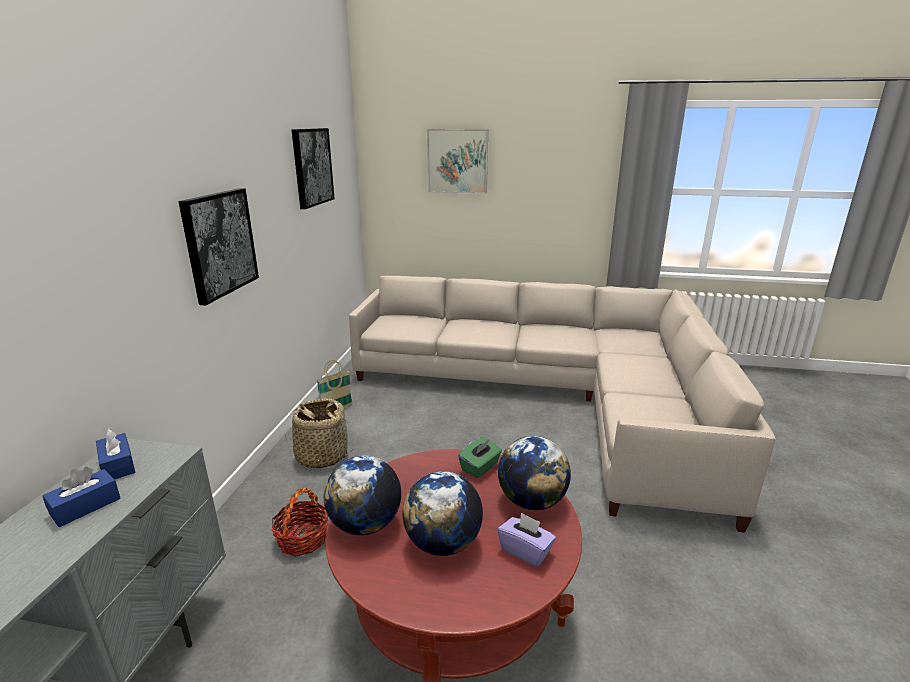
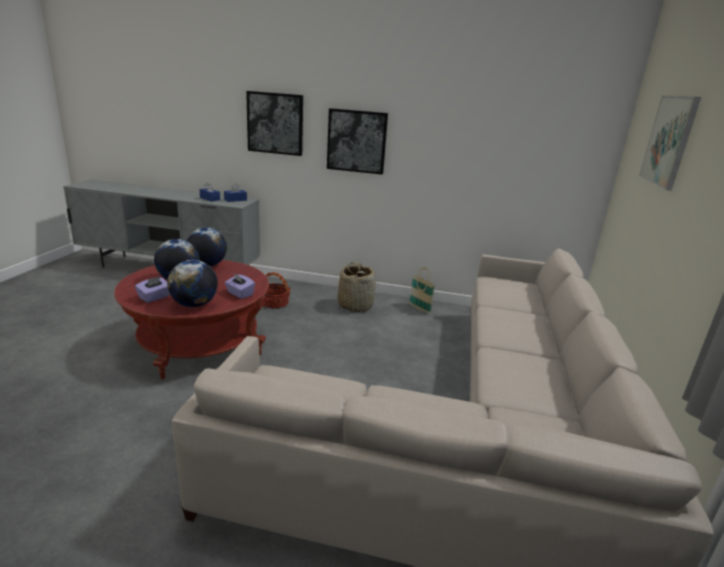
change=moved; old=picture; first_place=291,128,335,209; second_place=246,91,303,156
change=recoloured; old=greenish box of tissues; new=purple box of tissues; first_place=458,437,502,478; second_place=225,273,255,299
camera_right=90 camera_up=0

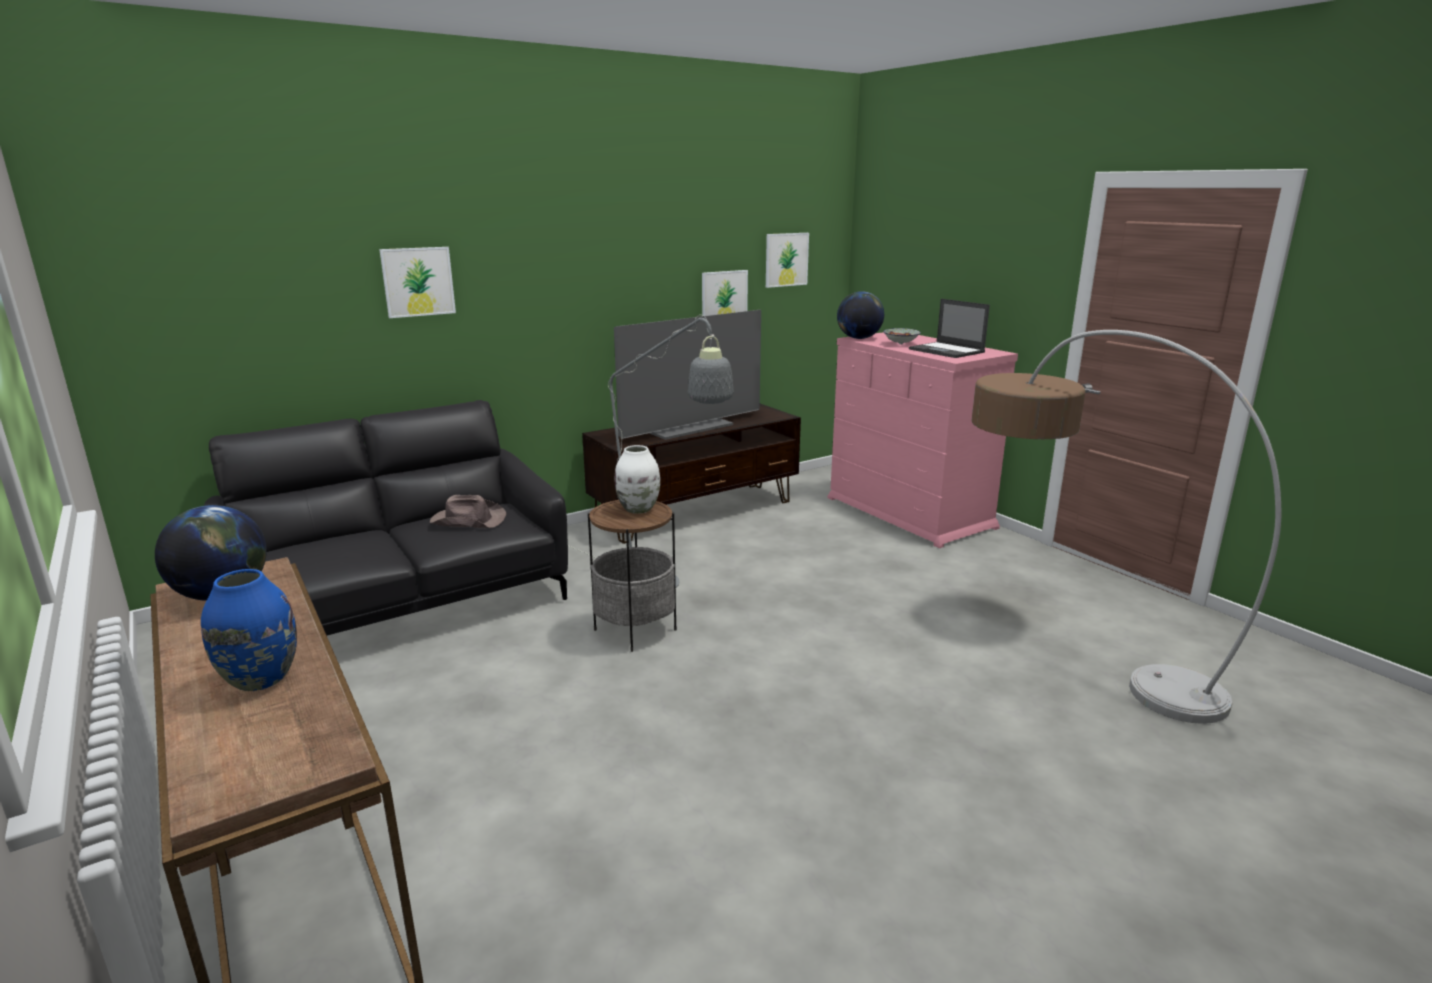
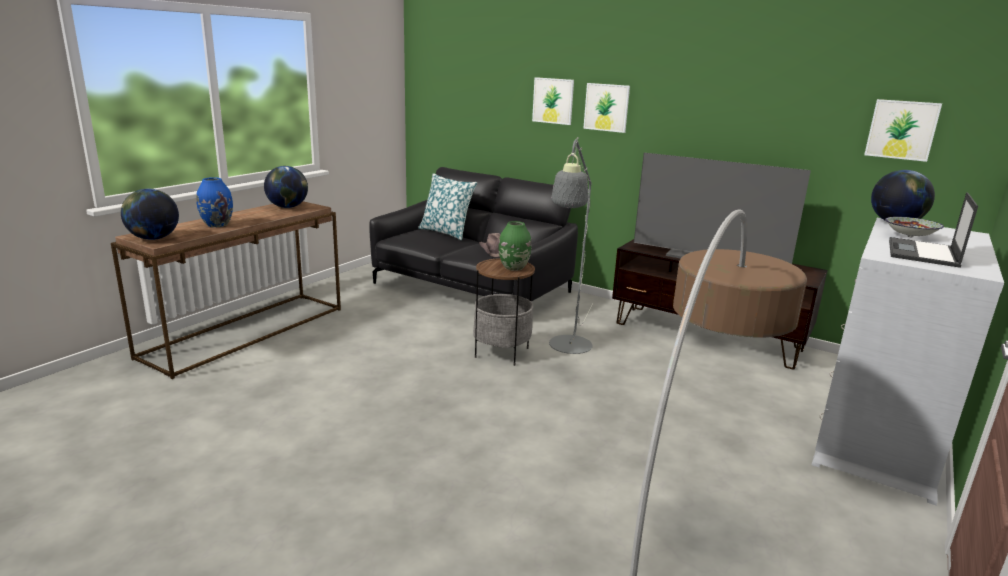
change=recoloured; old=white vase; new=greenish vase; first_place=615,445,660,514; second_place=499,221,532,271
change=moved; old=picture; first_place=702,270,748,316; second_place=583,83,630,133
change=recoloured; old=pink-coloured dresser; new=white dresser; first_place=828,332,1018,548; second_place=812,218,1004,505
change=added; new=world globe; second_place=121,189,179,240
change=added; new=cushion; second_place=418,173,477,240
camera_right=65 camera_up=0

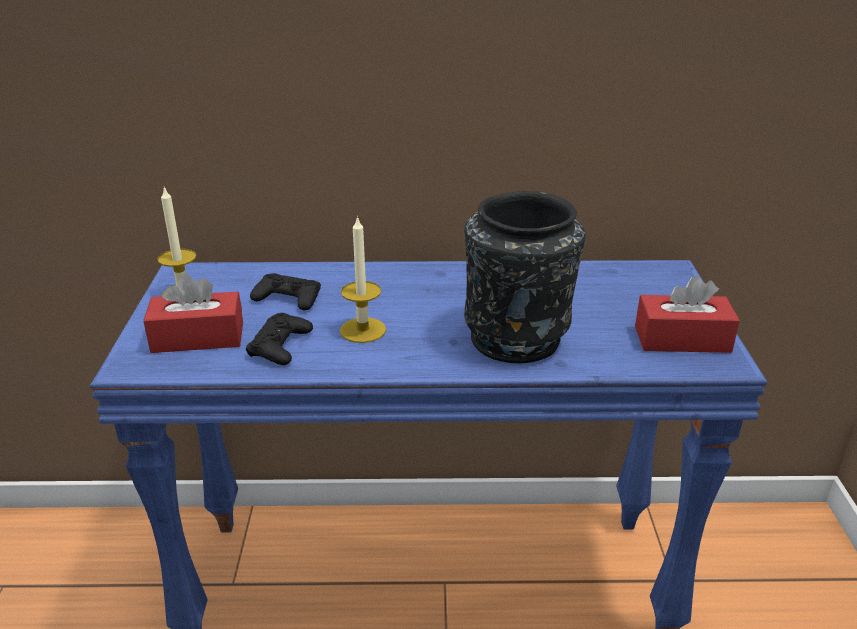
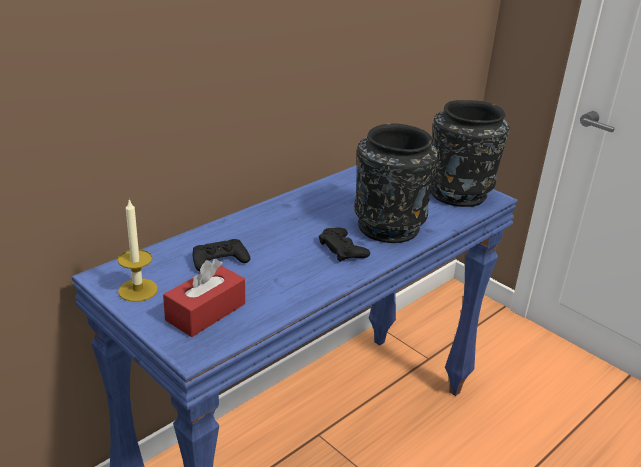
change=moved; old=blackish game controller; first_place=246,313,313,365; second_place=319,227,370,262
change=removed; old=candle; first_place=340,216,386,343
change=replaced; old=red-coloured box of tissues; new=blackish vase; first_place=635,275,740,353; second_place=431,100,510,207
camera_right=-45 camera_up=0

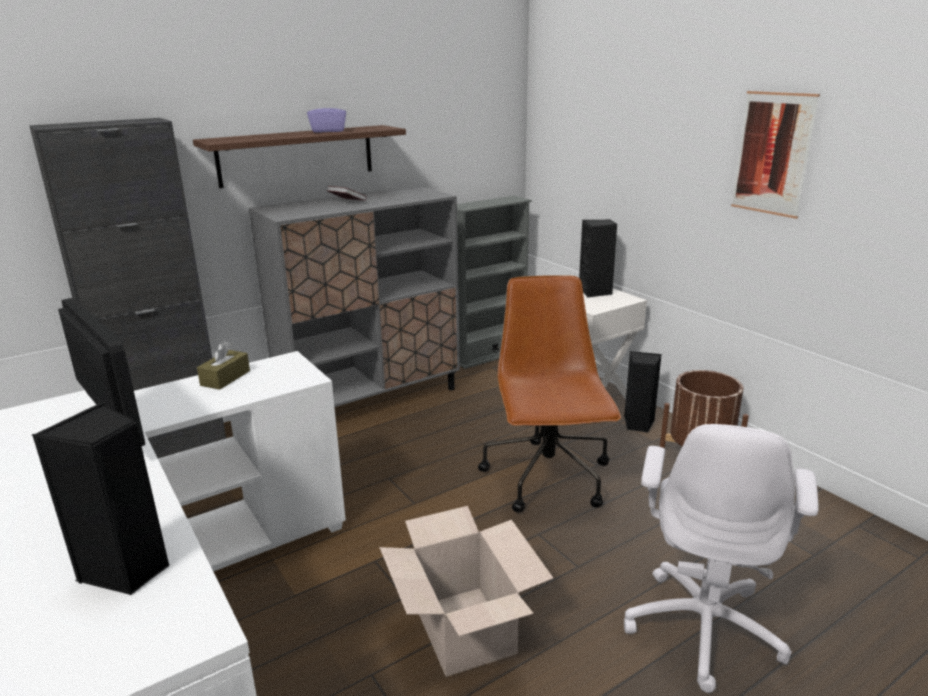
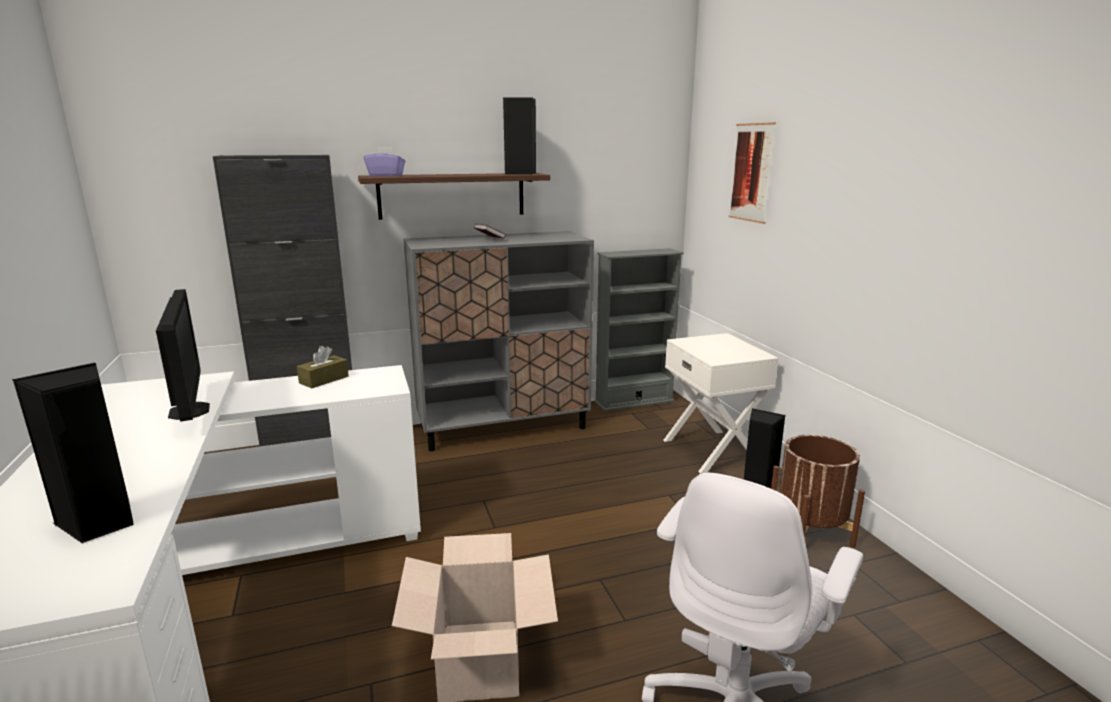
change=moved; old=purple box of tissues; first_place=307,100,346,133; second_place=364,146,405,176
change=removed; old=brownish desk chair; first_place=478,275,621,513
change=moved; old=blackish speaker; first_place=579,220,617,298; second_place=503,97,536,174
change=moved; old=picture; first_place=731,91,820,219; second_place=729,122,776,224
camera_right=15 camera_up=-5

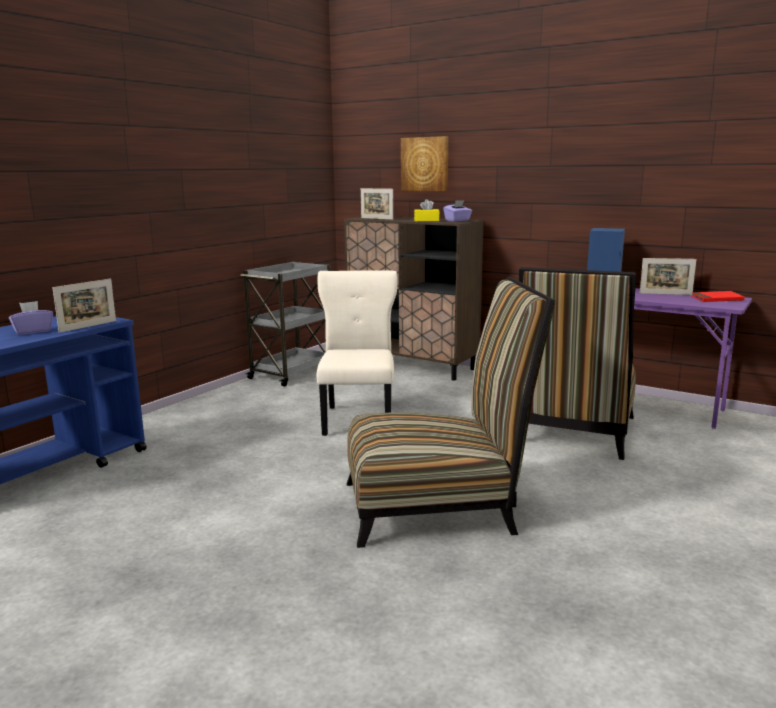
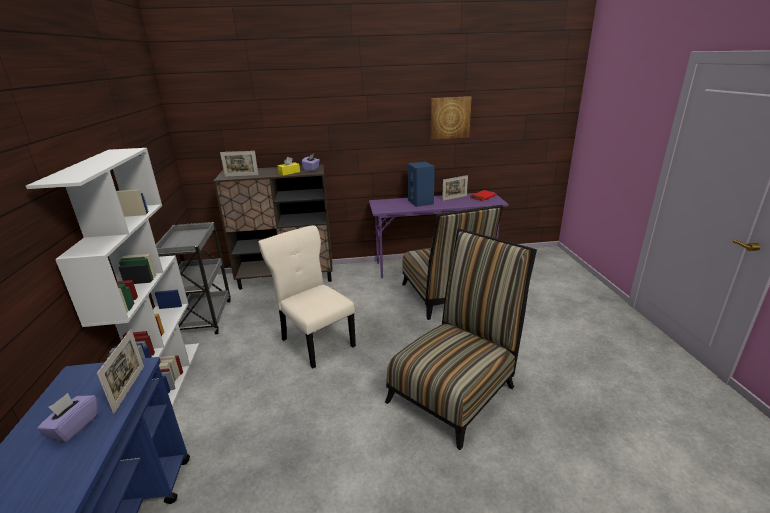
change=moved; old=picture; first_place=401,136,448,191; second_place=431,96,471,140
change=added; new=white shelving unit; second_place=26,148,199,407
camera_right=-40 camera_up=10

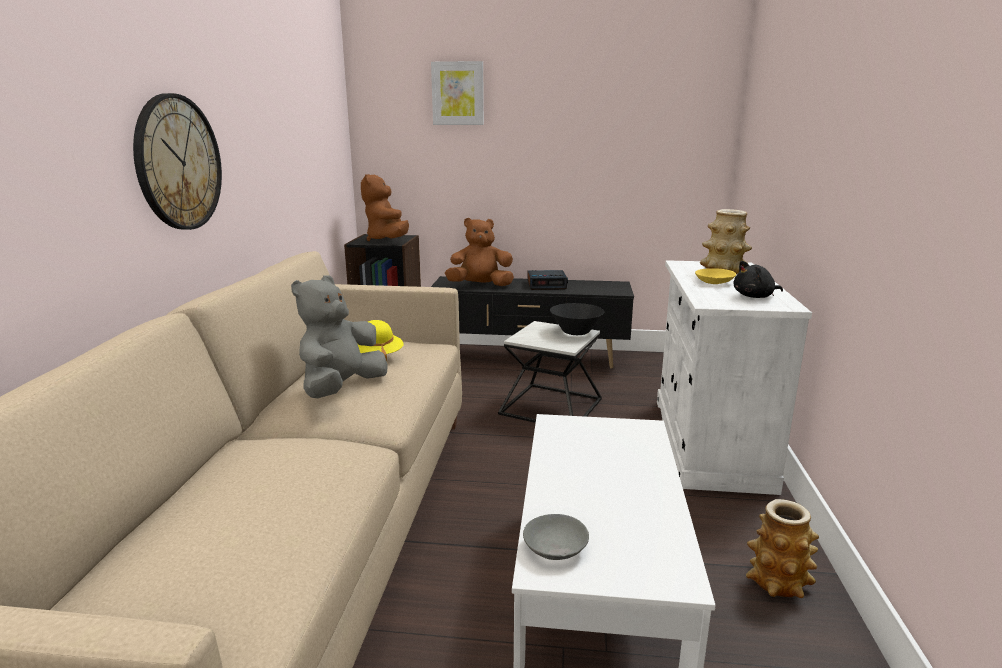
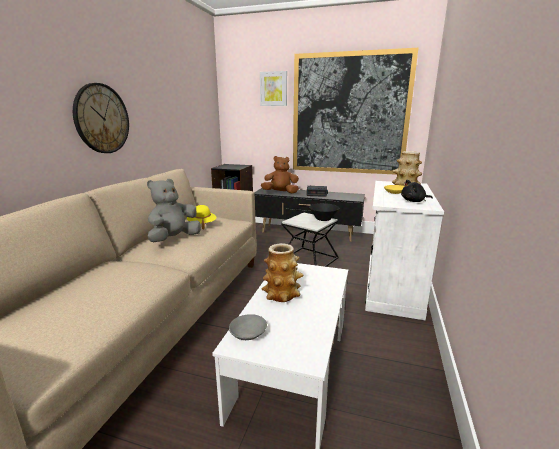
change=removed; old=brownish cuddly toy; first_place=361,174,409,241
change=moved; old=vase; first_place=746,499,819,598; second_place=262,243,304,302
change=added; new=picture; second_place=293,48,418,175
camera_right=10 camera_up=0

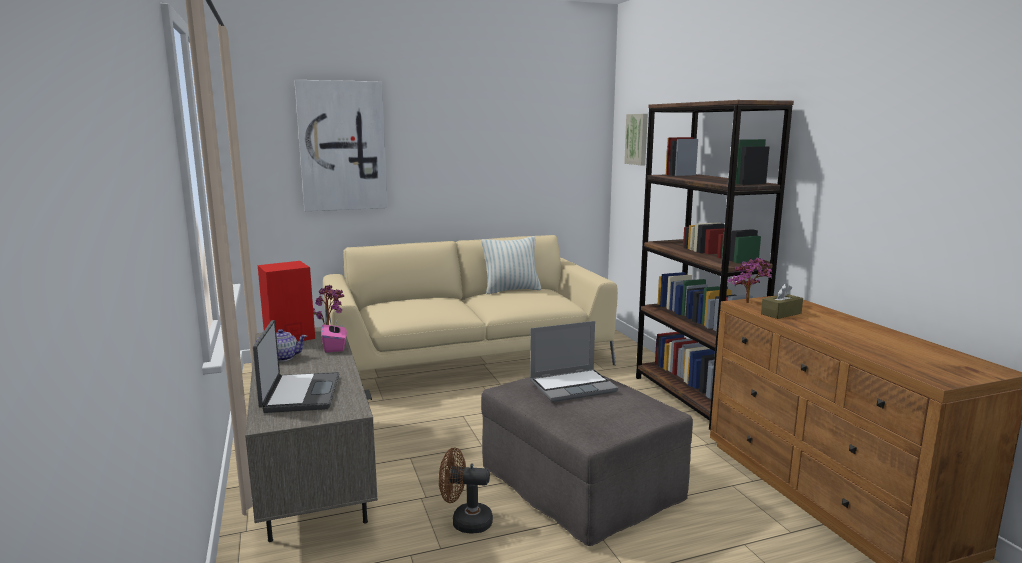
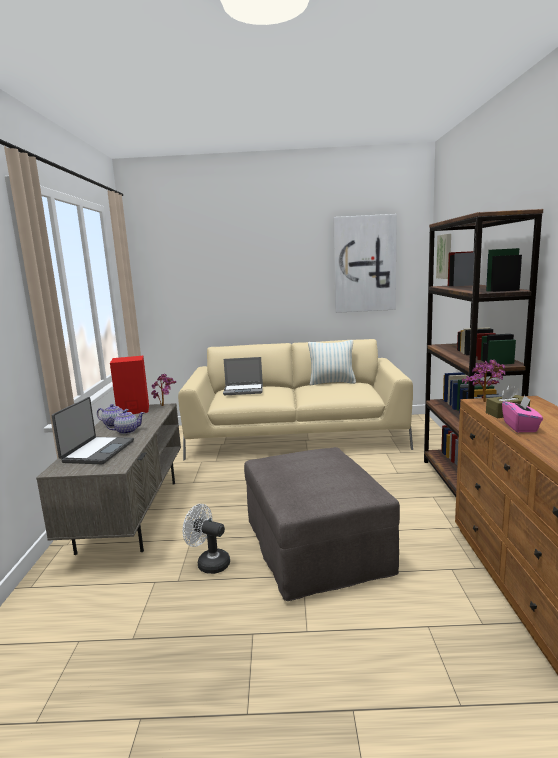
change=moved; old=picture; first_place=294,80,388,211; second_place=333,214,397,313
change=moved; old=pink-coloured box of tissues; first_place=321,321,347,353; second_place=502,395,543,432
change=recoloured; old=brownish cooling fan; new=white cooling fan; first_place=439,448,493,533; second_place=183,504,230,574
change=moved; old=notebook computer; first_place=530,321,618,402; second_place=223,357,263,395
change=added; new=tea pot; second_place=105,410,145,434
camera_right=20 camera_up=0

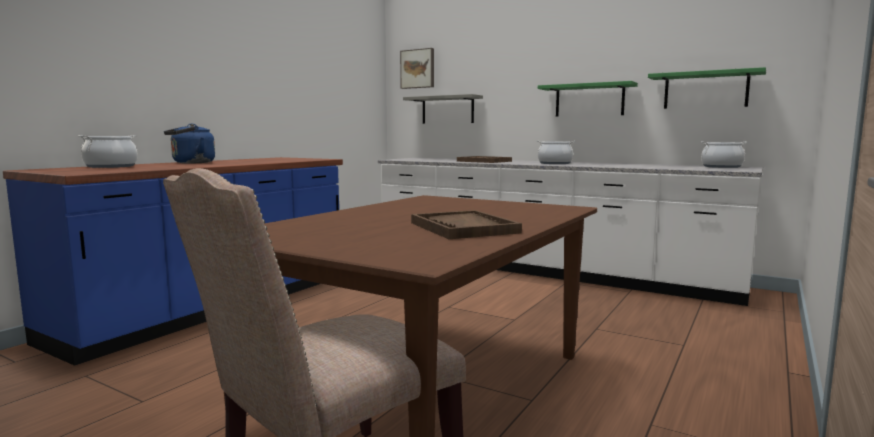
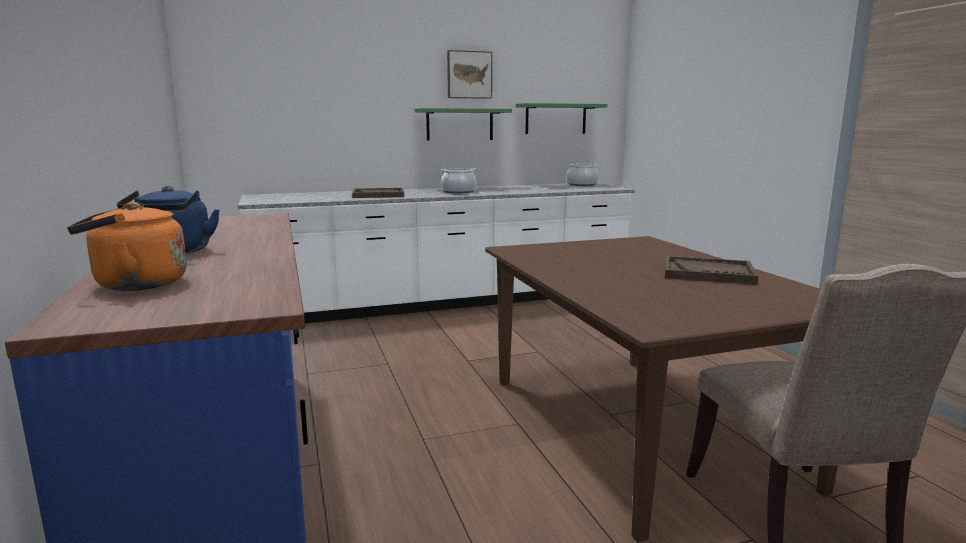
change=replaced; old=stockpot; new=orange tea kettle; first_place=78,135,138,168; second_place=67,203,187,291
change=moved; old=picture; first_place=400,48,434,89; second_place=447,50,492,99
change=removed; old=gray bracket shelf; first_place=403,94,483,124
camera_right=-50 camera_up=5

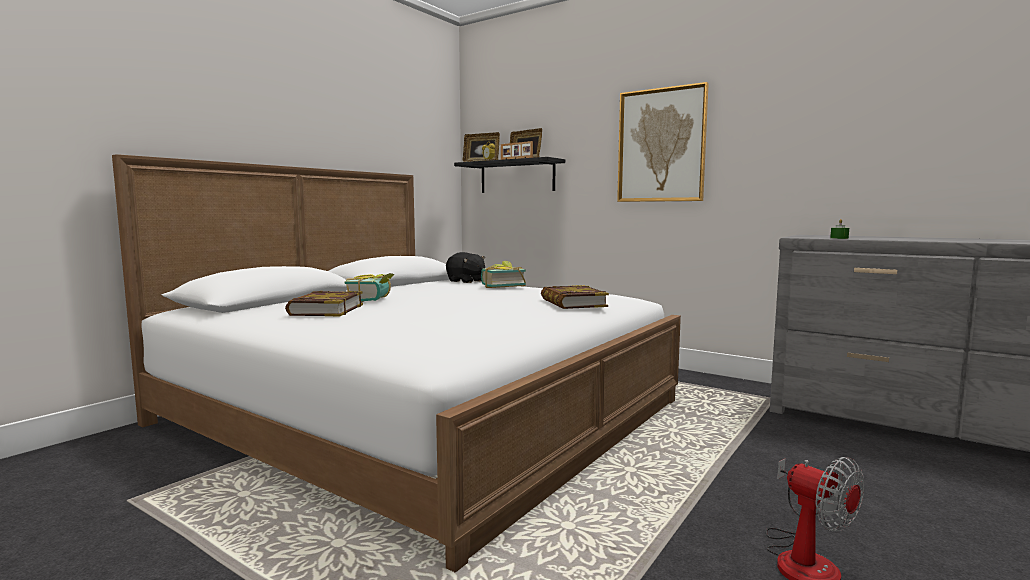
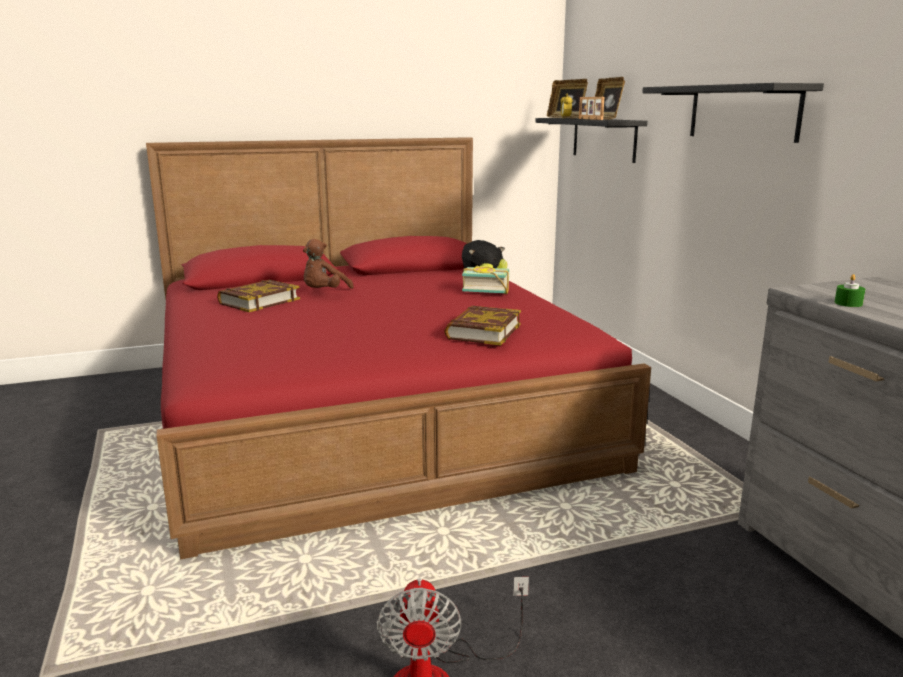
change=recoloured; old=white sleeping bed; new=red-coloured sleeping bed; first_place=112,154,681,572; second_place=146,137,651,559
change=replaced; old=book; new=brownish cuddly toy; first_place=345,273,395,303; second_place=303,239,354,289
change=replaced; old=picture; new=blackish bracket shelf; first_place=617,82,709,202; second_place=642,83,824,143
camera_right=35 camera_up=10

